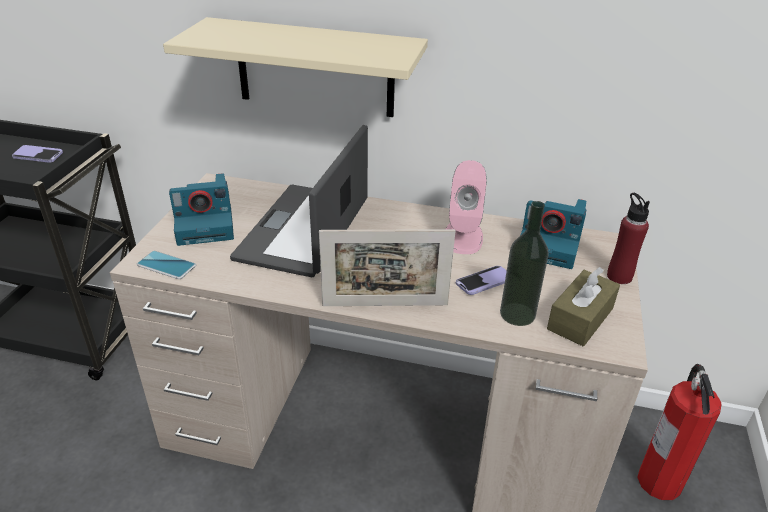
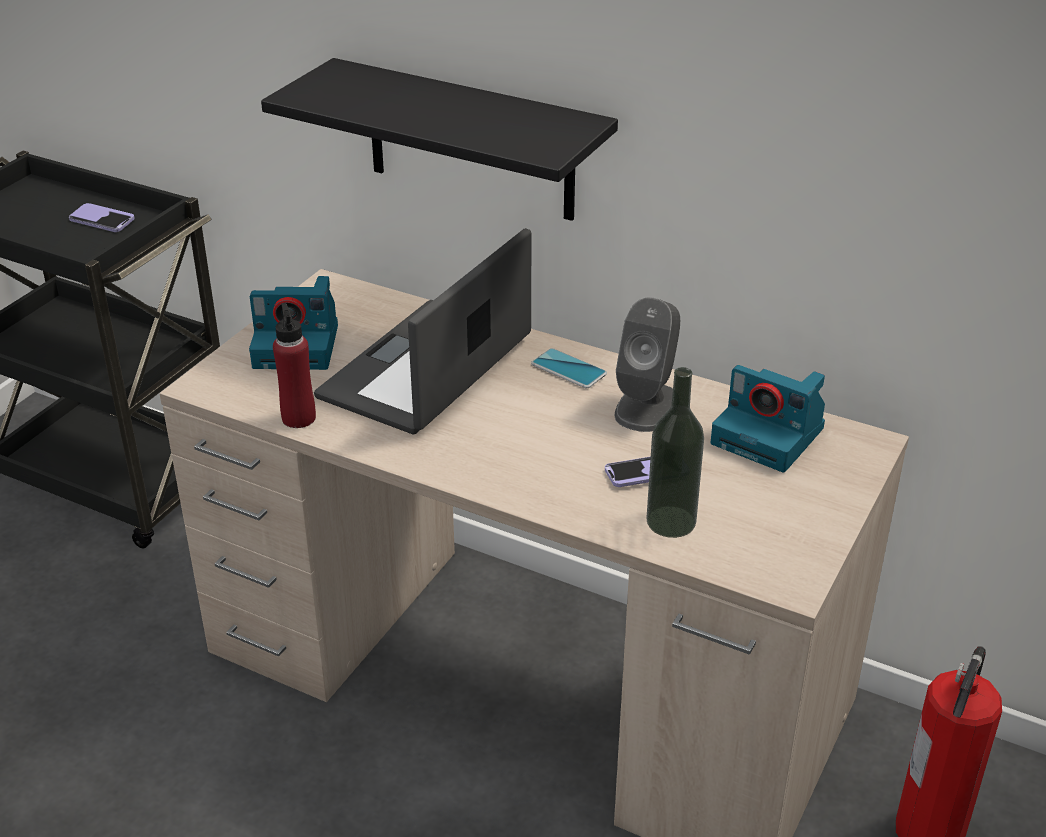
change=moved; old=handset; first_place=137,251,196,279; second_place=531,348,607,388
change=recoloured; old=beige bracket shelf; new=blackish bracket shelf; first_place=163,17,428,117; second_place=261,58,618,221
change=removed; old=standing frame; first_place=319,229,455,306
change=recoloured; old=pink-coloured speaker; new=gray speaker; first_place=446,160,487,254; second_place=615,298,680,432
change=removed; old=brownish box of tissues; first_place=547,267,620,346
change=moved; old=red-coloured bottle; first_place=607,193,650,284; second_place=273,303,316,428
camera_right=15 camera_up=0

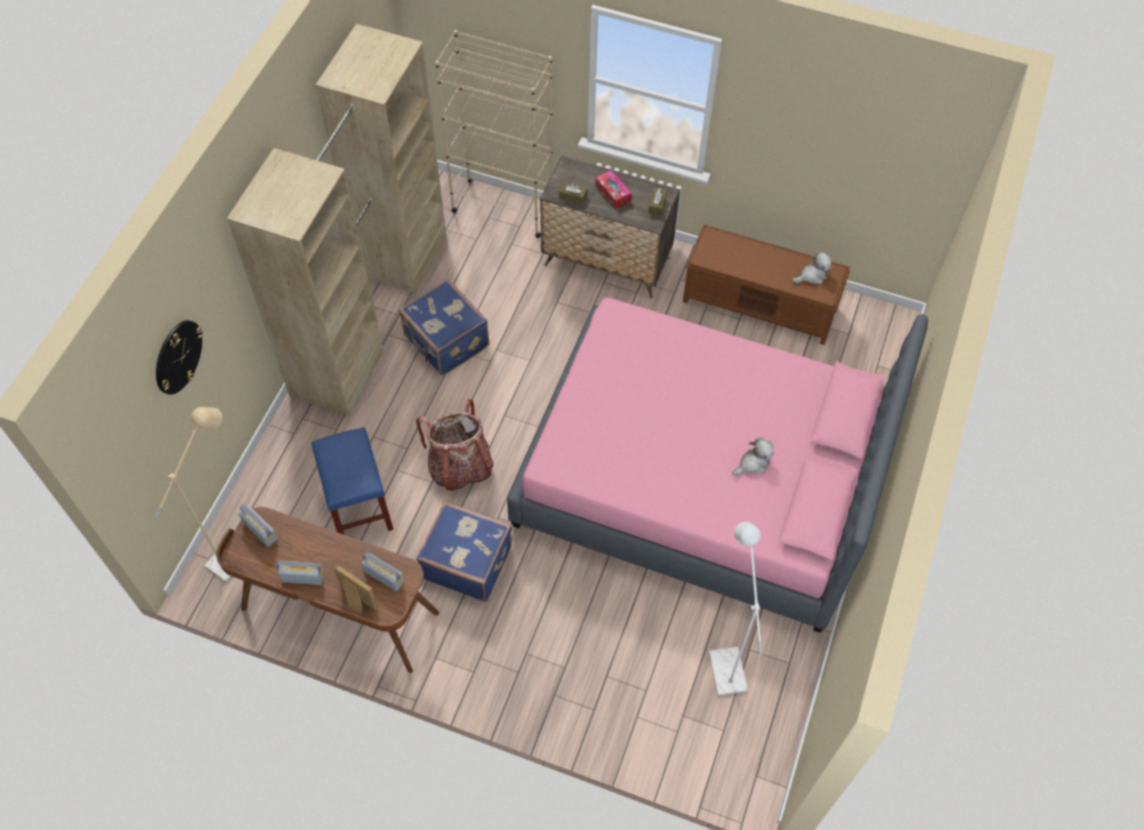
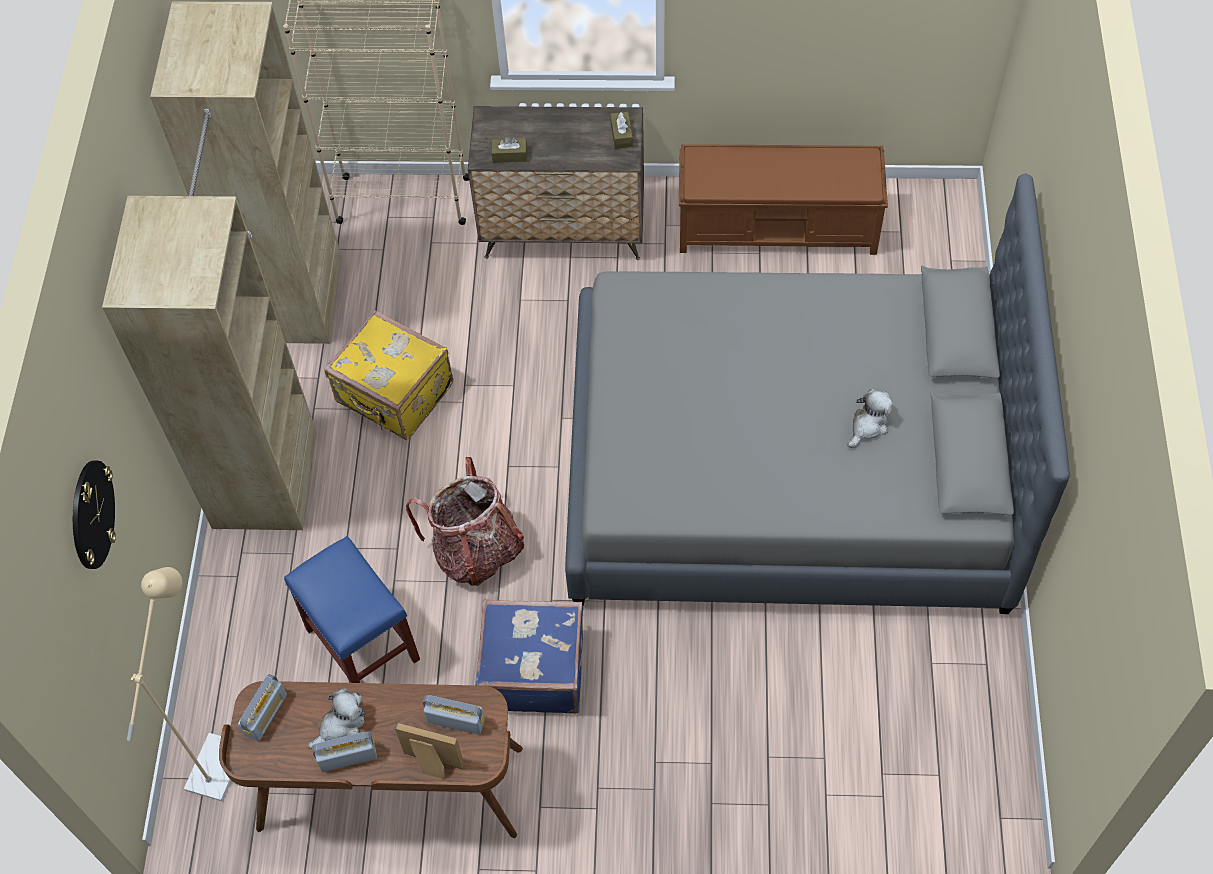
change=turned; old=radio set; first_place=239,504,278,547; second_place=238,674,287,741; degrees=90
change=recoloured; old=blue-coloured suitcase; new=yellowish suitcase; first_place=399,279,489,376; second_place=324,310,453,440
change=recoloured; old=pink-coloured sleeping bed; new=gray sleeping bed; first_place=507,298,928,633; second_place=565,173,1070,614
change=removed; old=box of tissues; first_place=595,170,632,209
change=removed; old=white standard lamp; first_place=709,522,763,696
change=moved; old=cuddly toy; first_place=792,251,833,284; second_place=308,688,365,749
camera_right=-15 camera_up=0

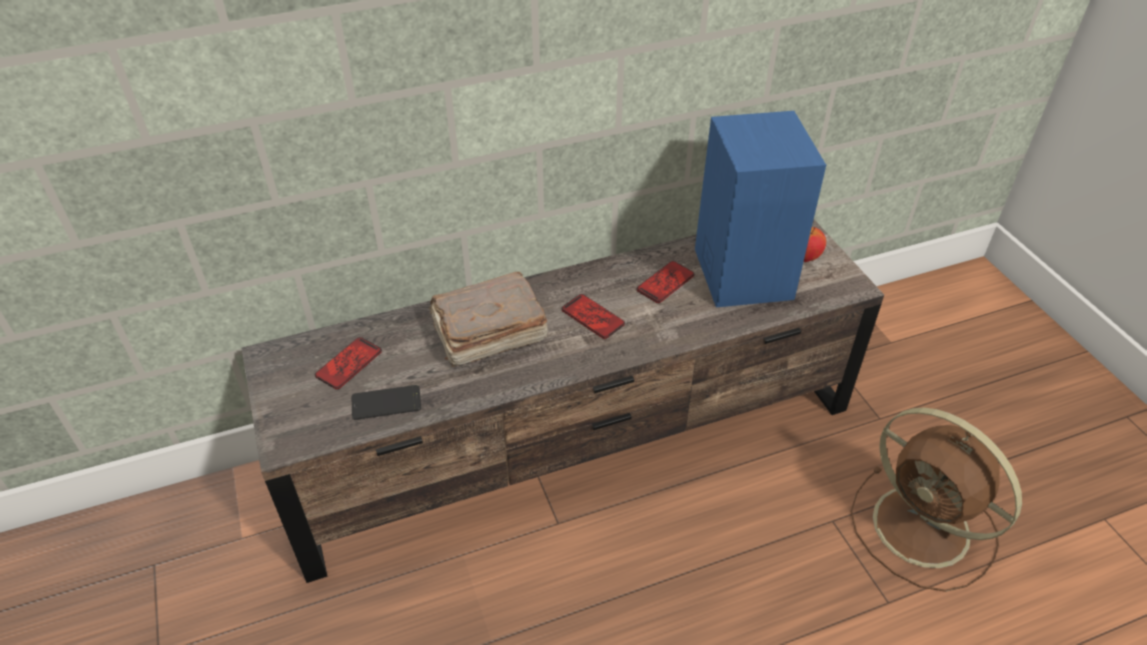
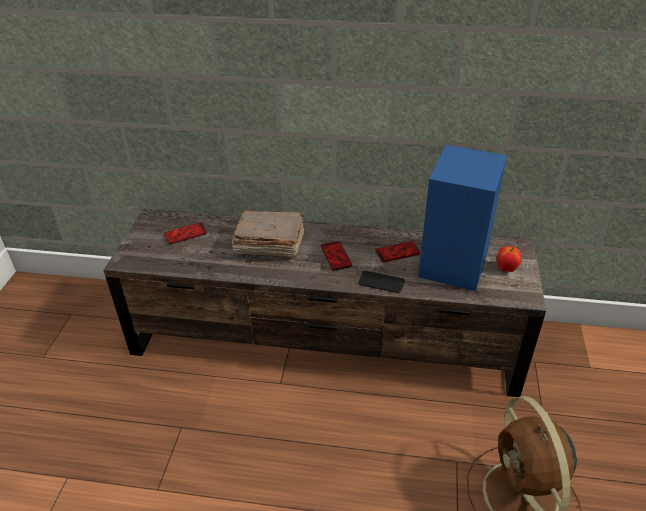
change=moved; old=handset; first_place=352,385,421,420; second_place=358,271,405,293
camera_right=30 camera_up=-5

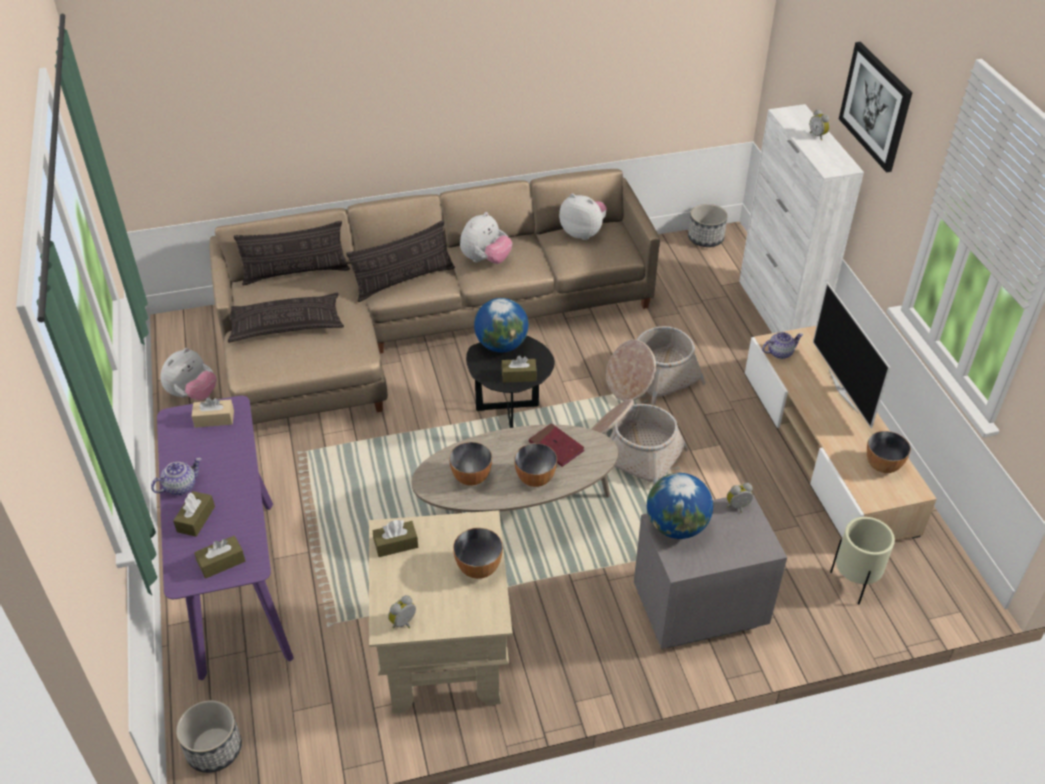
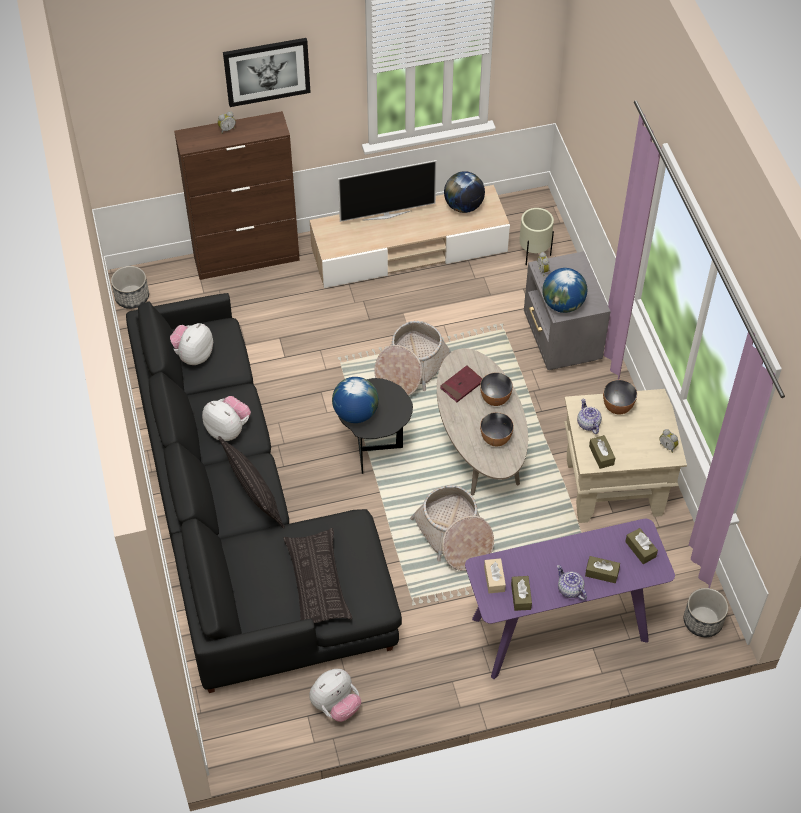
change=turned; old=cuddly toy; first_place=160,348,217,400; second_place=309,669,361,722; degrees=105
change=recoloured; old=beige sofa; new=blackish sofa; first_place=209,169,660,424; second_place=126,293,402,693
change=removed; old=cushion; first_place=234,221,350,286
change=moved; old=brownish box of tissues; first_place=501,355,537,383; second_place=511,576,532,611
change=moved; old=basket; first_place=606,326,706,405; second_place=410,485,494,571
change=recoloured; old=white cupboard; new=brownish cupboard; first_place=739,104,864,333; second_place=174,111,300,280
change=moved; old=tea pot; first_place=762,332,803,359; second_place=577,399,602,434
change=replaced; old=serving bowl; new=world globe; first_place=867,431,911,473; second_place=444,171,485,213
camera_right=-90 camera_up=10

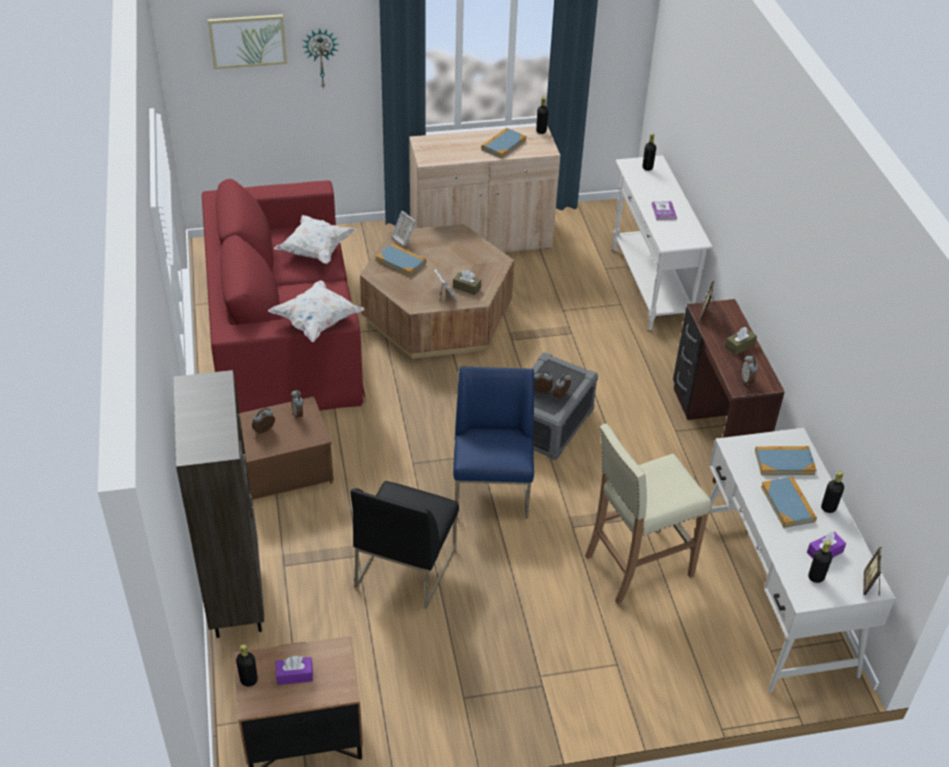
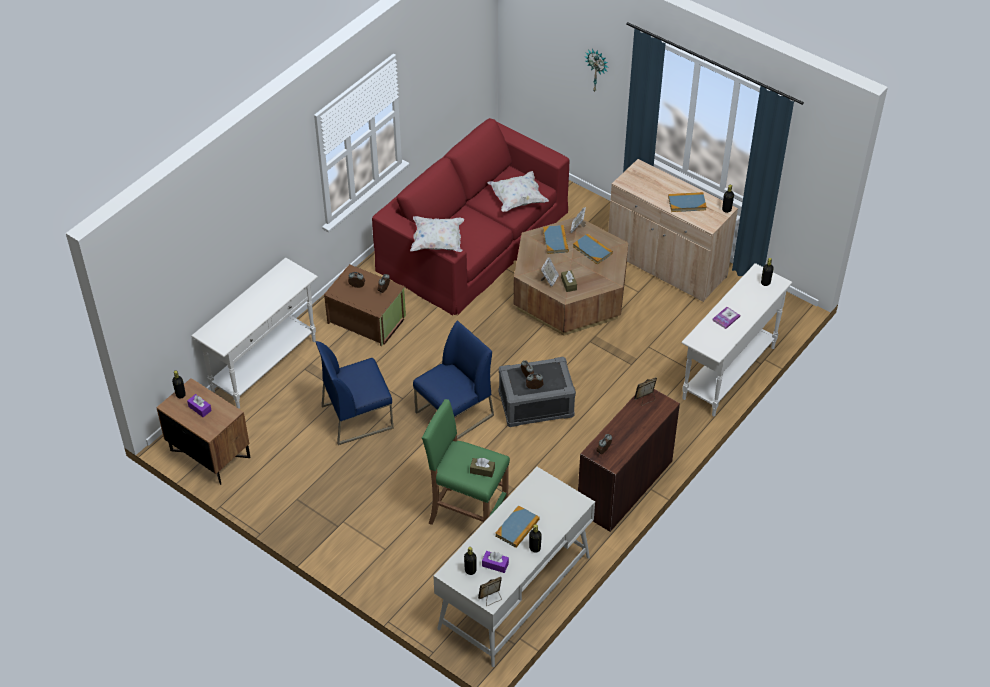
change=replaced; old=brownish shelving unit; new=white console table; first_place=174,370,264,638; second_place=191,257,318,409
change=removed; old=picture; first_place=208,14,287,69
change=recoloured; old=blackish upright chair; new=blue-coloured upright chair; first_place=350,481,459,609; second_place=315,341,393,445
change=recoloured; old=beige sitting stool; new=greenish sitting stool; first_place=585,424,712,604; second_place=422,399,510,525
change=moved; old=brownish box of tissues; first_place=725,327,757,355; second_place=470,458,495,477
change=moved; old=book; first_place=755,446,816,475; second_place=573,233,613,265
camera_right=50 camera_up=5

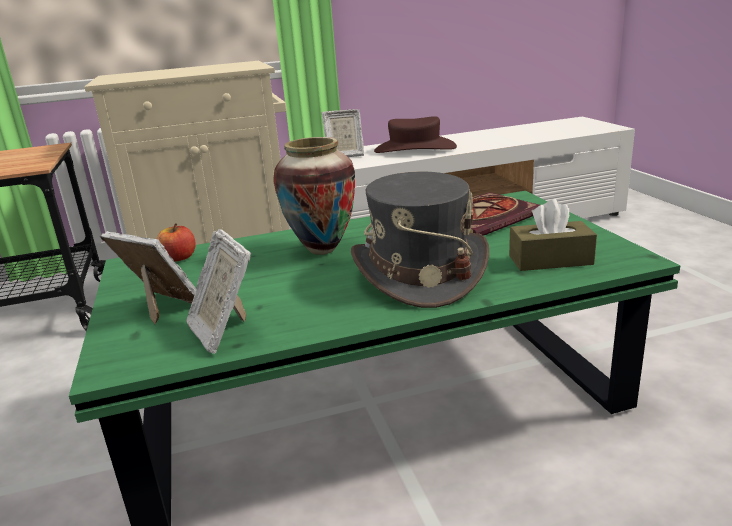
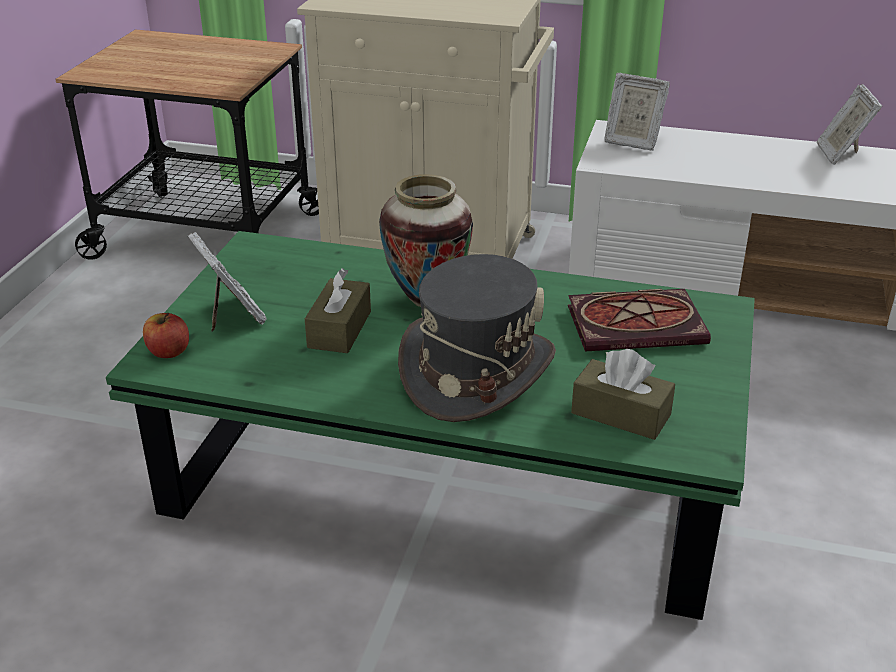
change=moved; old=whole apple; first_place=157,223,196,261; second_place=143,313,189,358
change=moved; old=standing frame; first_place=186,229,251,354; second_place=817,84,883,165
change=removed; old=brownish hat; first_place=374,116,457,153
change=added; new=brownish box of tissues; second_place=305,268,371,353
camera_right=30 camera_up=10

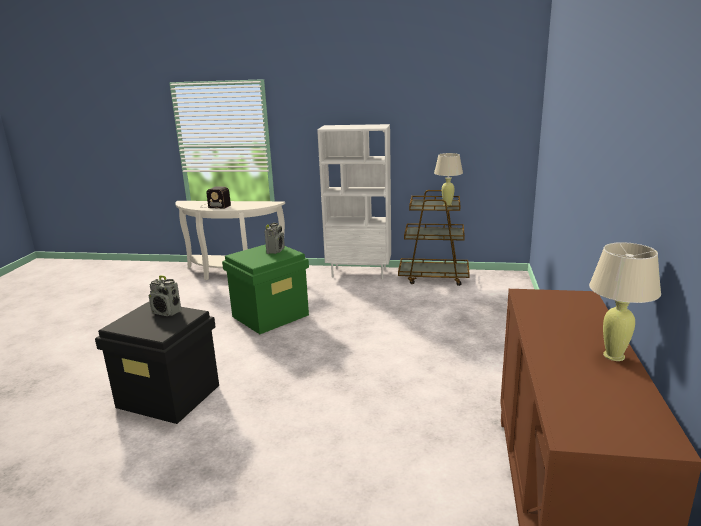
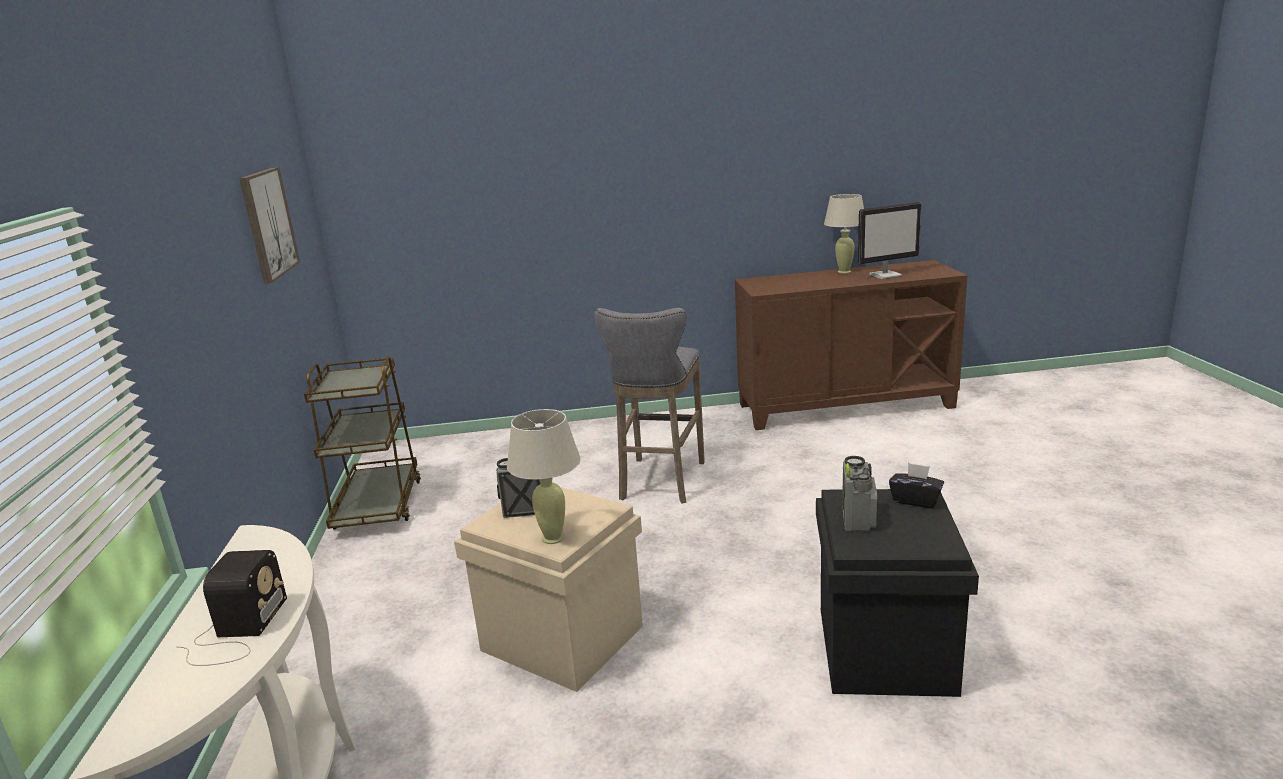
change=recoloured; old=greenish storage container; new=beige storage container; first_place=222,244,309,334; second_place=454,487,643,692
change=removed; old=white shelving unit; first_place=317,124,391,279
change=moved; old=beige tabletop lamp; first_place=434,153,463,205; second_place=507,409,581,544
change=added; new=picture; second_place=239,167,300,284
change=added; new=gray sitting stool; second_place=594,308,705,504
change=added; new=computer display; second_place=858,202,921,279
change=added; new=blackish box of tissues; second_place=889,463,944,509
camera_right=-105 camera_up=0

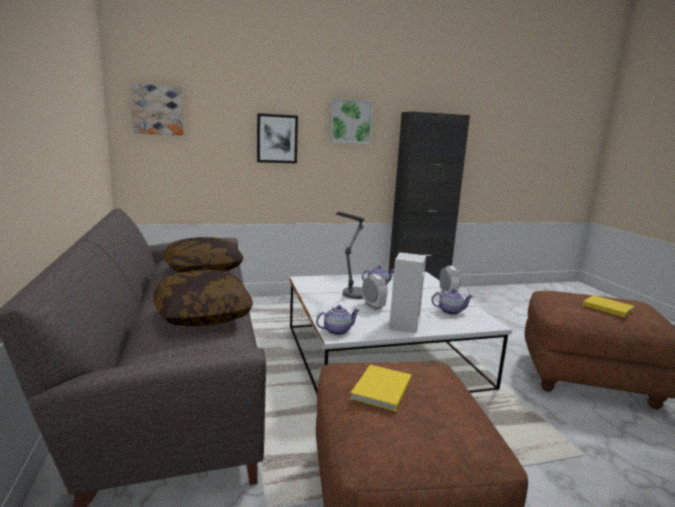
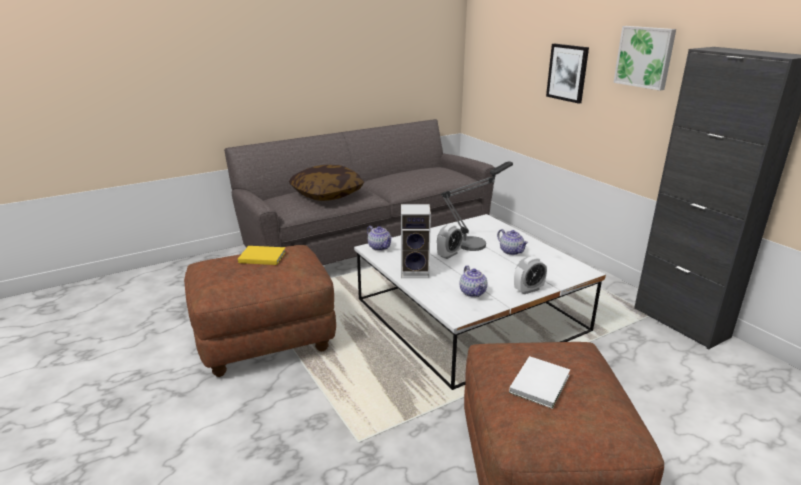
change=removed; old=picture; first_place=131,83,184,135
change=removed; old=cushion; first_place=163,237,244,273
change=recoloured; old=yellowish book; new=white book; first_place=583,295,635,318; second_place=509,356,570,409
camera_right=75 camera_up=10

